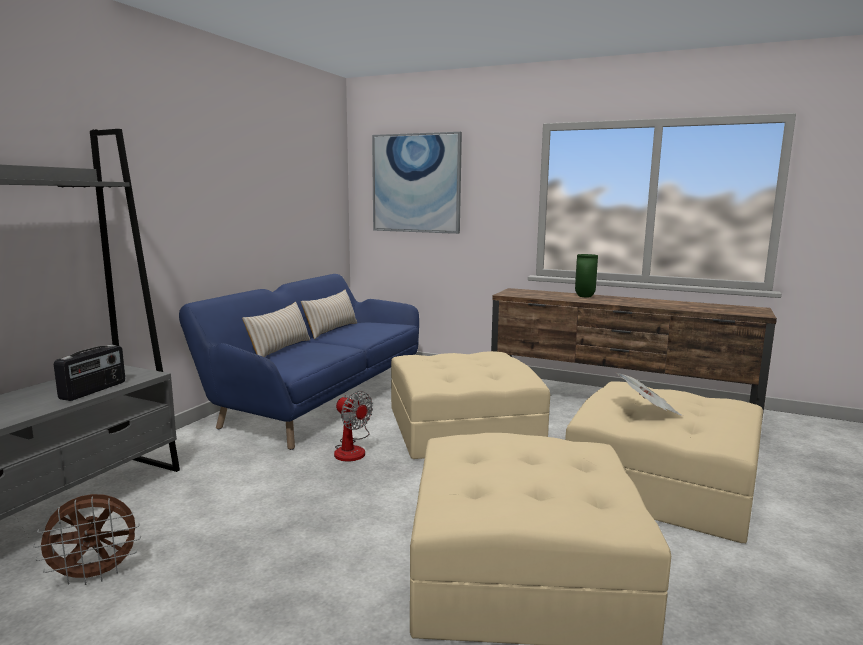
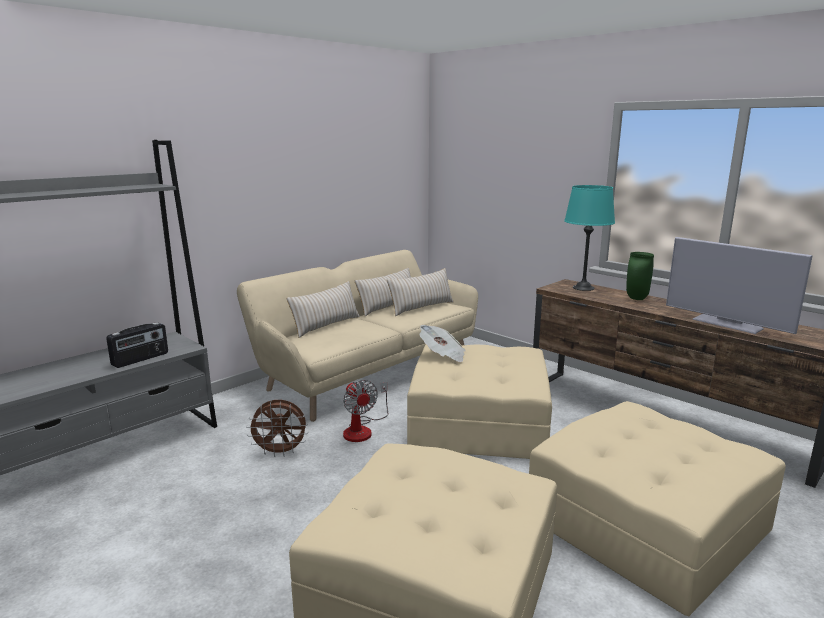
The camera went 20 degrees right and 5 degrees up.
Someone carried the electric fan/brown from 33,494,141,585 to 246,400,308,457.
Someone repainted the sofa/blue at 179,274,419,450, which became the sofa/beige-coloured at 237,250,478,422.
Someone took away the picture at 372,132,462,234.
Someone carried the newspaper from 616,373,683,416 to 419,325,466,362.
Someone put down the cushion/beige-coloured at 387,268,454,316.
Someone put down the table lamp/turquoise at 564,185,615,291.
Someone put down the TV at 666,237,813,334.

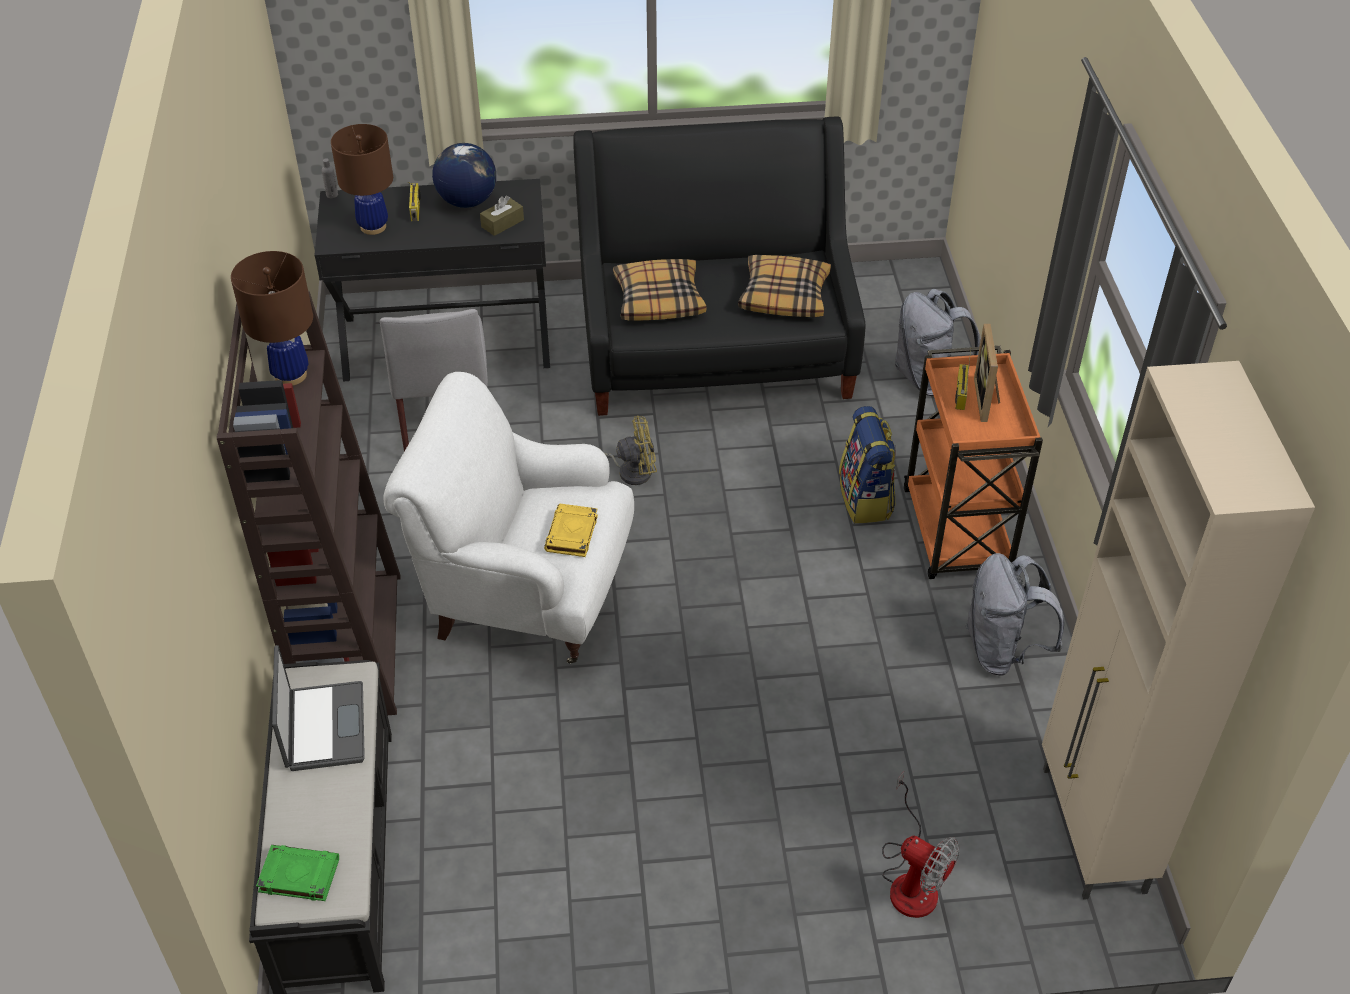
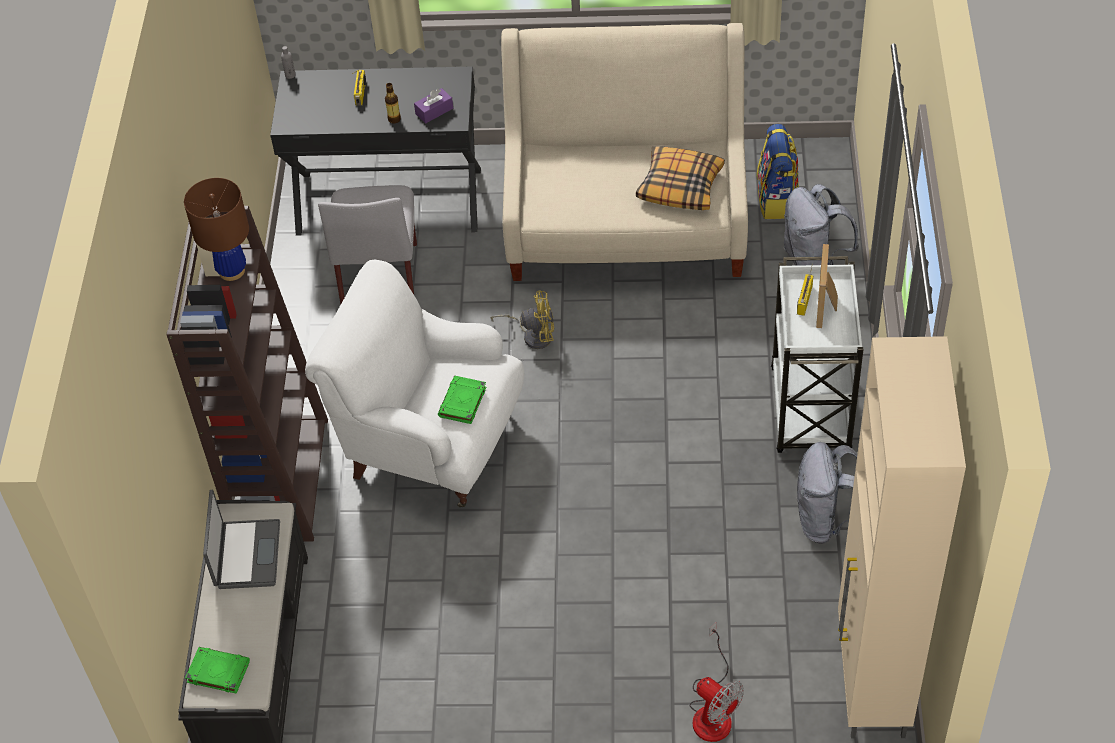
The camera went 10 degrees right and 5 degrees up.
Someone took away the table lamp/brown at 331,124,393,235.
Someone took away the globe at 432,143,496,208.
Someone repainted the tissue holder/brown at 480,196,524,236, which became the tissue holder/purple-coloured at 414,88,453,123.
Someone repainted the volume/yellow-coloured at 544,503,598,557, which became the volume/green at 438,376,487,424.
Someone repainted the sofa/black-coloured at 573,117,865,416, which became the sofa/beige-coloured at 501,23,748,281.
Someone took away the cushion at 613,259,706,321.
Someone carried the rucksack from 839,406,896,524 to 757,124,799,219.
Someone repainted the trolley/orange-coloured at 903,346,1043,579, which became the trolley/whitish at 771,256,863,453.
Someone put down the beverage bottle at 385,83,401,123.

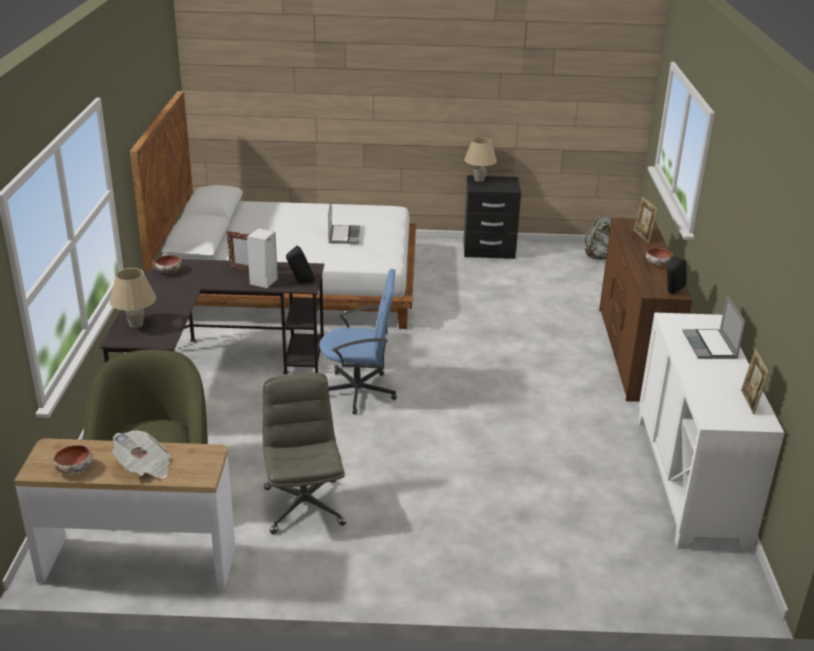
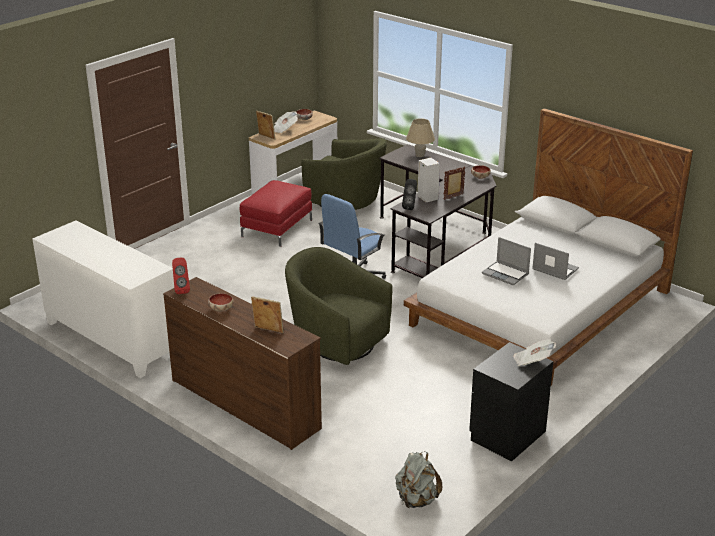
The camera went 130 degrees right and 0 degrees up.
Someone swapped the computer chair/gray at 263,373,346,534 for the footrest/red at 240,180,312,247.
Someone swapped the table lamp/beige-coloured at 464,137,497,182 for the newspaper at 513,339,556,366.
Someone repainted the speaker/black-coloured at 667,256,687,294, which became the speaker/red at 172,258,190,294.
Someone carried the portable computer from 682,296,746,359 to 532,243,579,280.
Someone carried the picture frame from 741,350,769,414 to 256,111,275,139.
Someone put down the easy chair/green at 285,247,393,365.

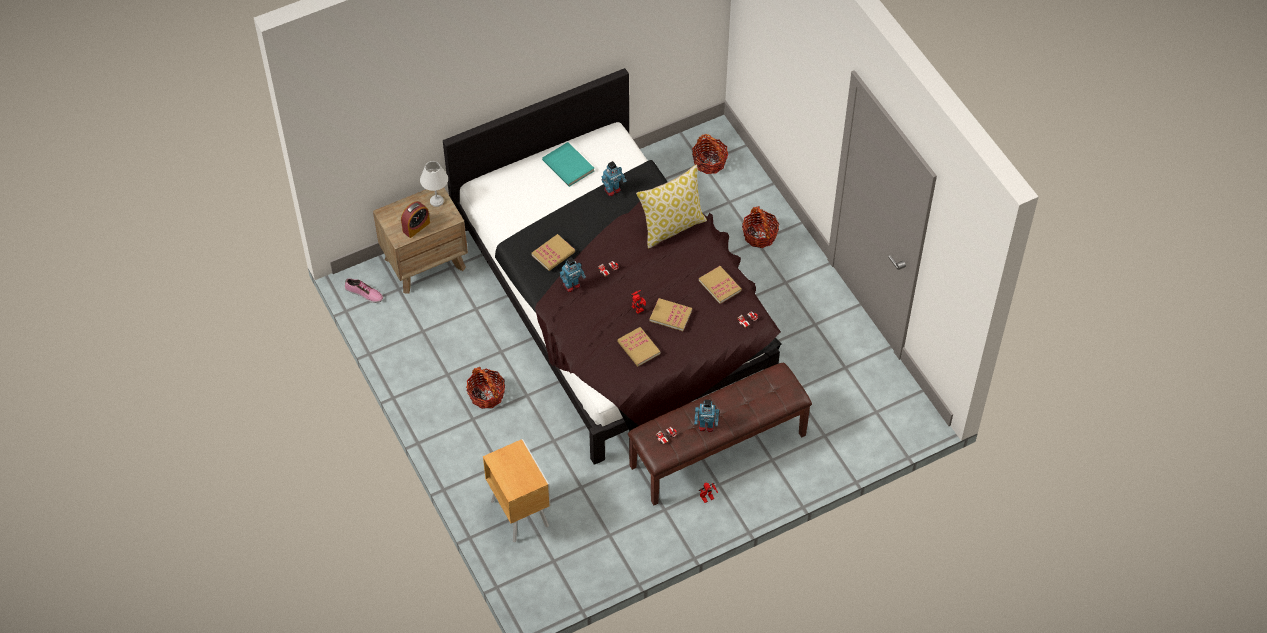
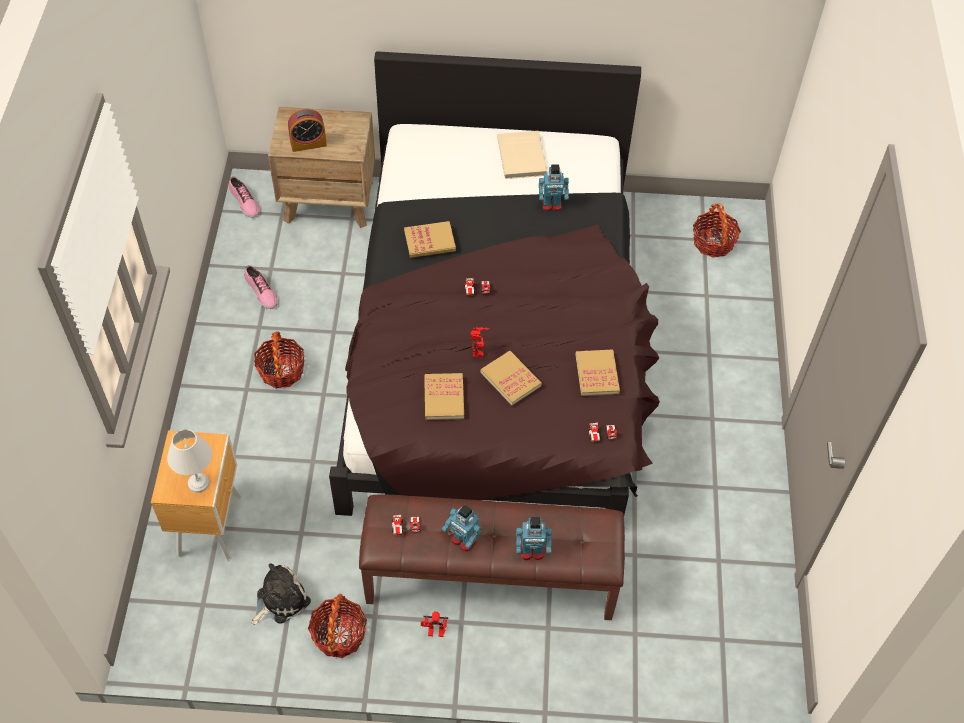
The camera went 30 degrees right and 0 degrees up.
Someone carried the table lamp/whitish from 420,161,448,207 to 167,429,212,493.
Someone repainted the volume/turquoise at 542,142,594,187, which became the volume/beige-coloured at 497,131,547,179.
Someone carried the toy robot from 560,257,586,292 to 516,517,552,560.
Someone took away the cushion at 636,164,707,249.
Someone carried the basket from 742,206,780,248 to 308,594,367,658.
Someone put down the shoe at 244,265,278,309.
Someone put down the soft toy at 252,563,311,625.

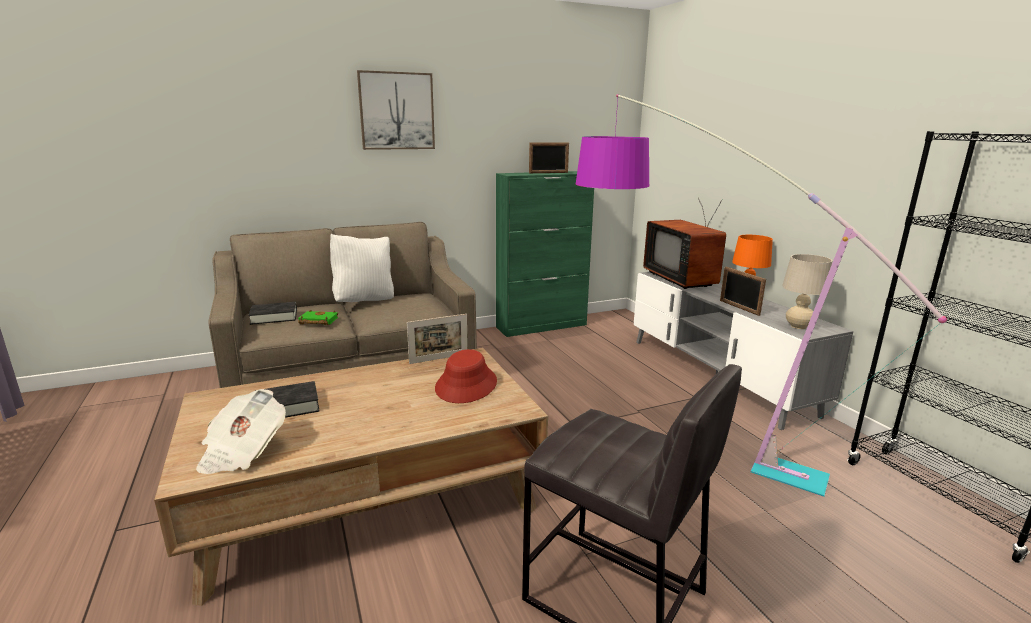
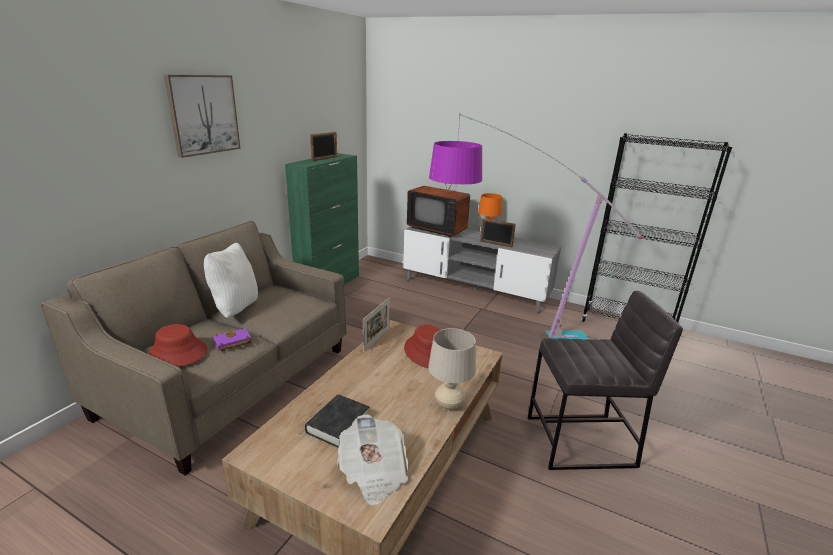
The camera went 40 degrees left and 5 degrees up.
Someone swapped the volume/black-coloured at 248,302,297,325 for the clothing hat/red at 148,324,207,367.
Someone repainted the volume/green at 298,310,338,325, which became the volume/purple-coloured at 213,328,252,351.
Someone carried the table lamp/beige-coloured from 782,254,832,329 to 428,328,476,410.

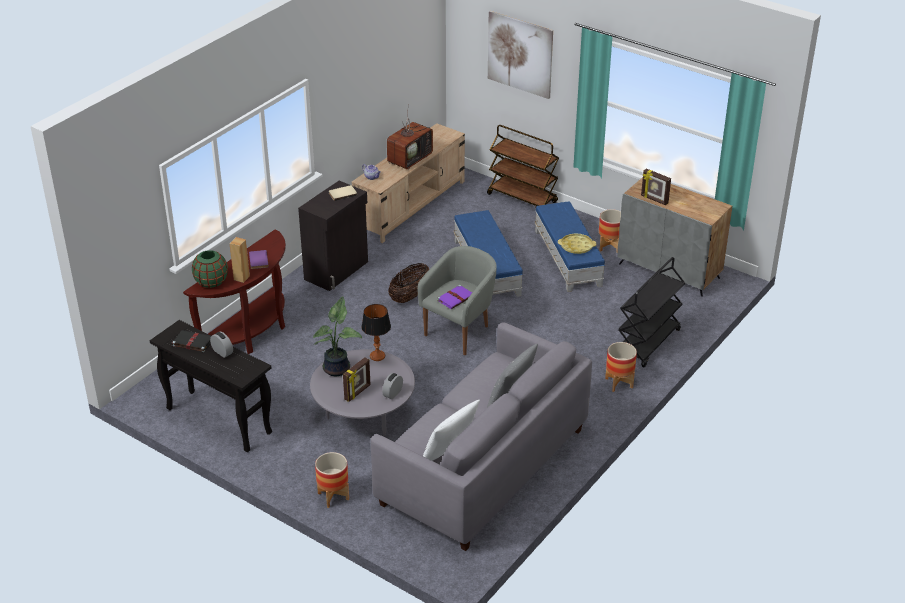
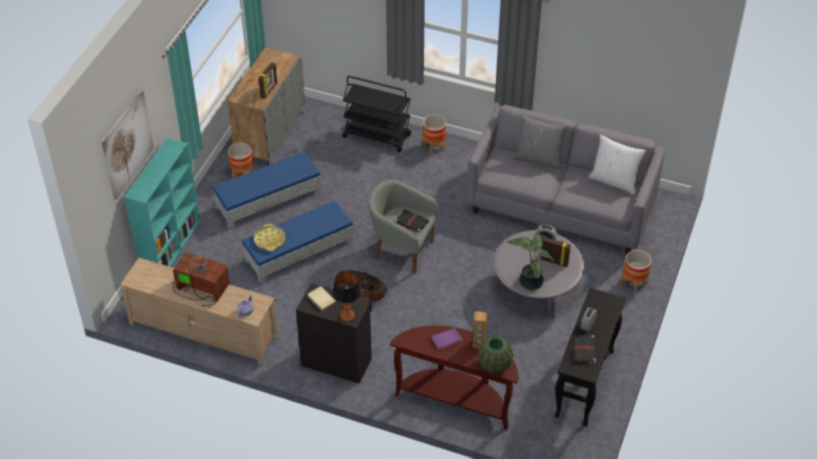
The camera went 105 degrees left and 10 degrees up.
Someone carried the table lamp from 362,304,391,361 to 332,272,360,321.
Someone repainted the volume/purple-coloured at 437,285,472,309, which became the volume/black-coloured at 395,209,429,233.
Someone swapped the trolley/brown at 487,125,559,206 for the shelving unit/turquoise at 124,138,200,267.
Someone carried the carrying tray/yellow-coloured from 558,233,596,254 to 254,224,285,251.

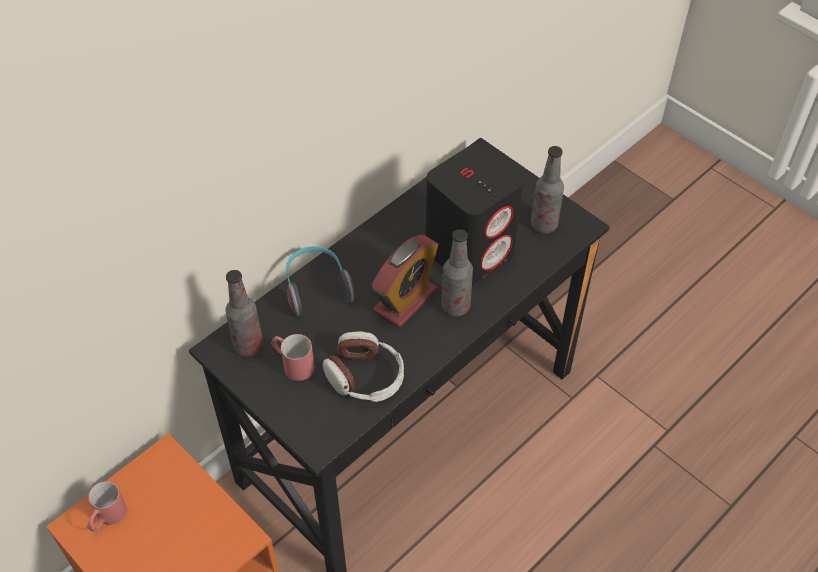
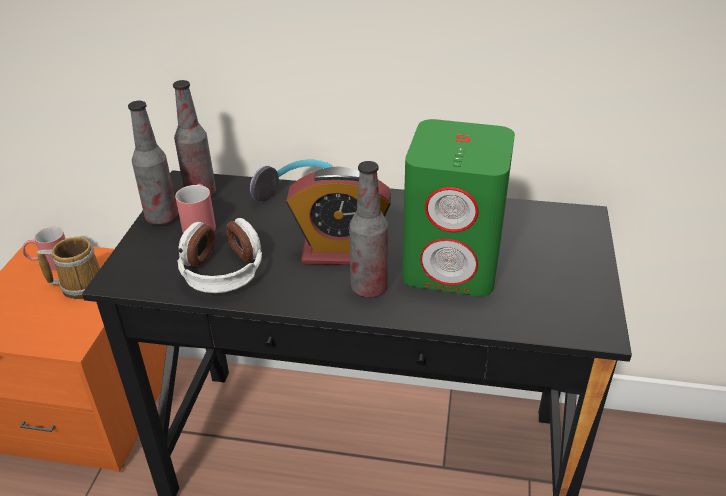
The camera went 55 degrees right and 15 degrees down.
Someone repainted the speaker/black-coloured at 426,144,523,285, which became the speaker/green at 402,119,515,296.
Someone carried the beverage bottle from 531,146,564,234 to 128,101,178,225.
Someone put down the coffee mug at 37,237,100,299.

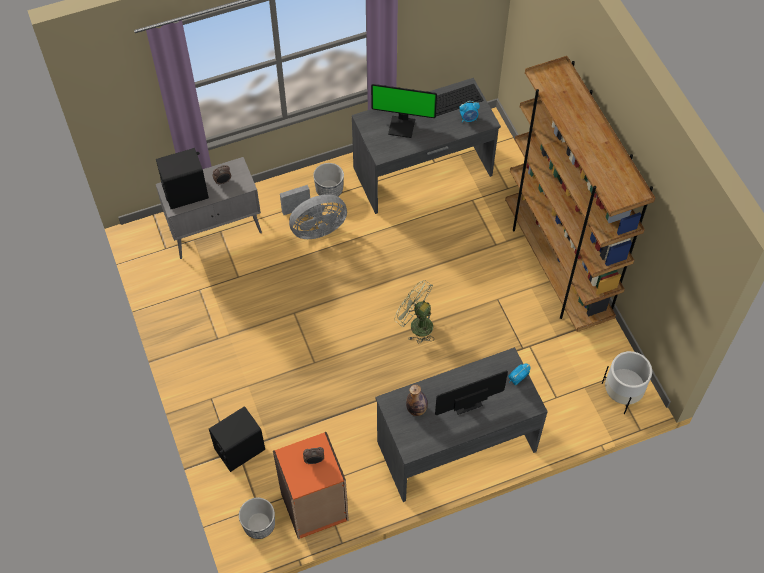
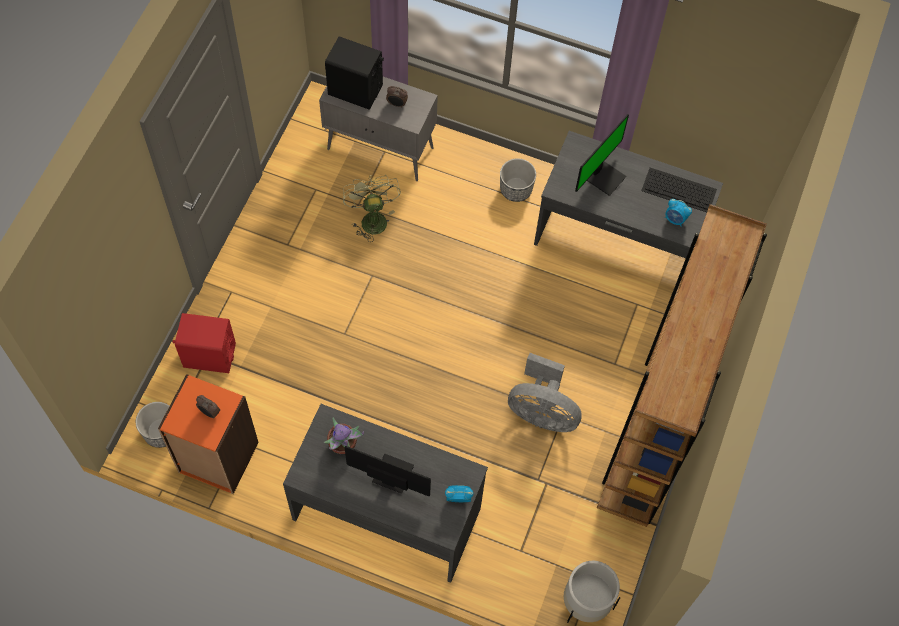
The camera went 40 degrees right and 5 degrees up.
Someone repainted the speaker/black-coloured at 209,406,265,472, which became the speaker/red at 173,313,236,373.
Someone carried the electric fan/gray from 280,185,347,239 to 508,353,582,432.
Someone rotated the computer screen at 371,84,437,138 by 105 degrees counterclockwise.
Someone carried the electric fan/green from 394,280,433,344 to 343,175,401,242.
Someone swapped the beverage bottle at 406,384,428,416 for the plant in a pot at 324,418,364,454.

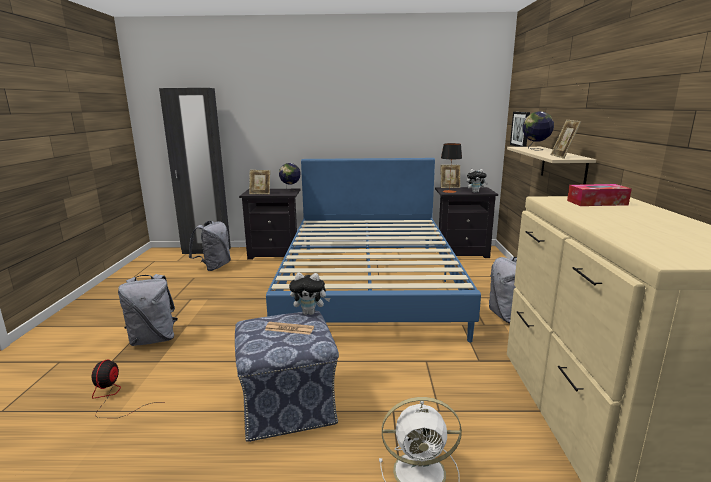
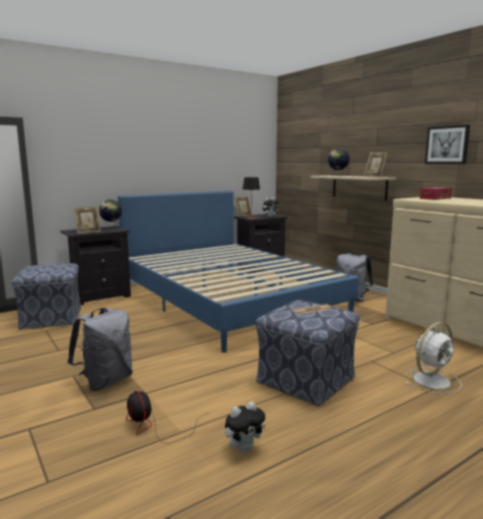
The camera went 35 degrees left and 5 degrees down.
Someone swapped the rucksack/gray at 189,221,231,271 for the footrest at 12,263,81,330.
Someone carried the soft toy from 289,273,330,315 to 225,401,266,453.
Someone carried the picture from 510,112,530,147 to 425,125,470,164.

